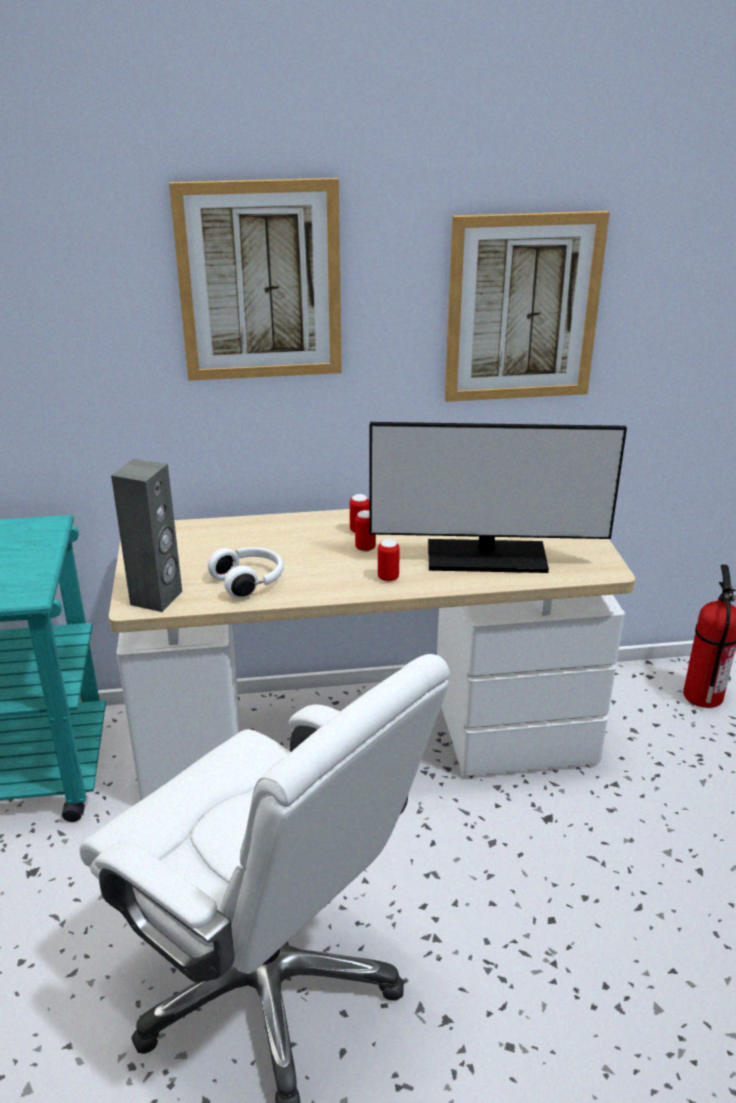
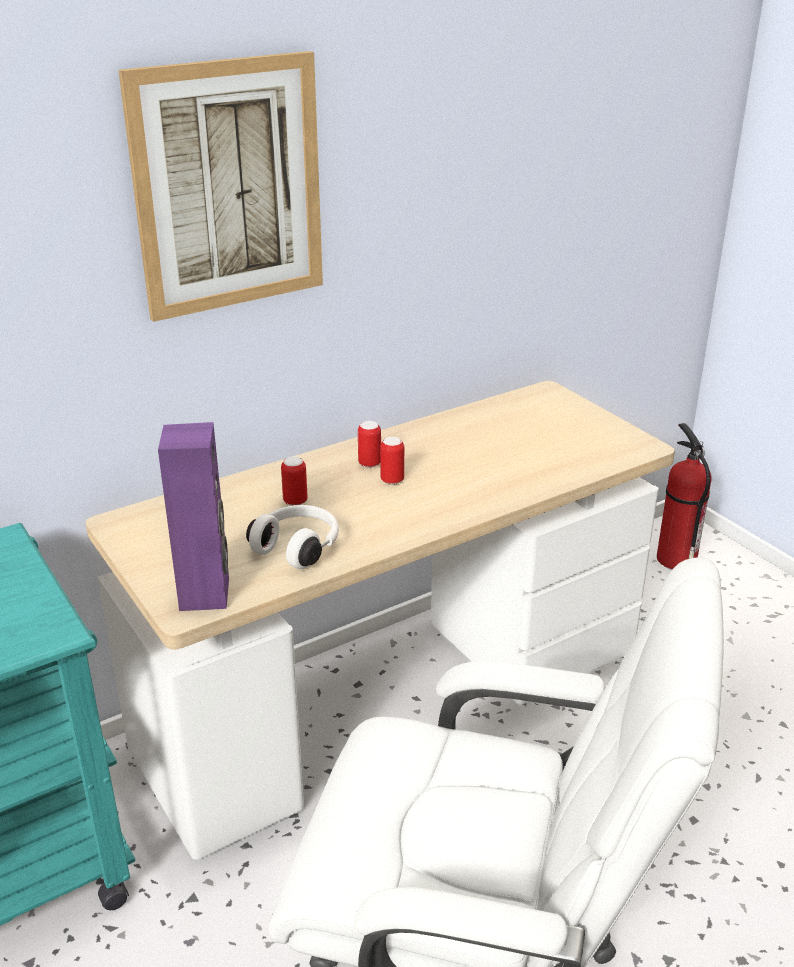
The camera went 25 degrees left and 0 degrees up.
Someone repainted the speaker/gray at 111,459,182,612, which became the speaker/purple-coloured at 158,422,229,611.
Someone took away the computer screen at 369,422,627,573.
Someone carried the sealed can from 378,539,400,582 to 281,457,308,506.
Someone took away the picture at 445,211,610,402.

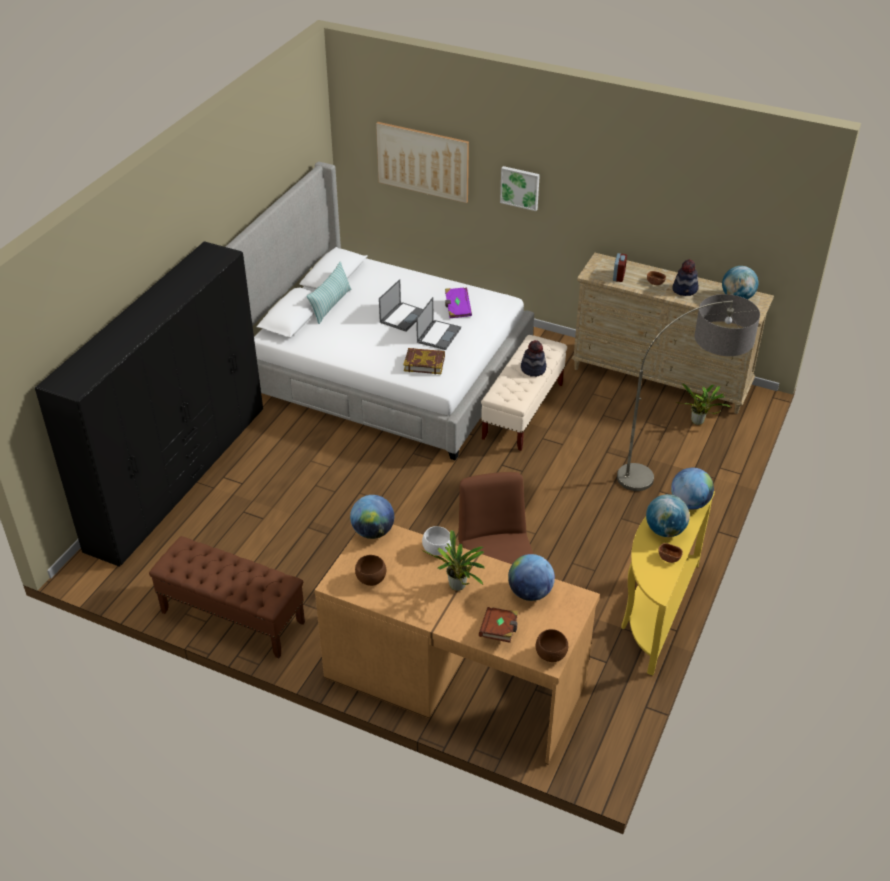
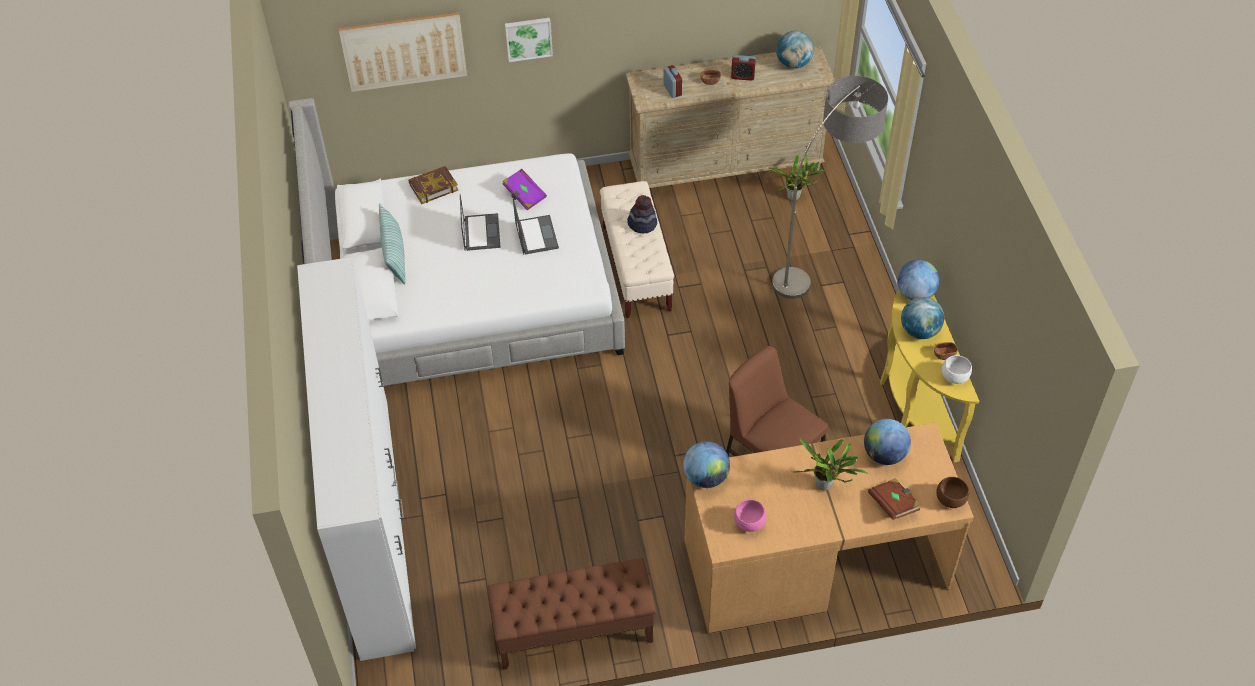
The camera went 35 degrees left and 10 degrees up.
Someone repainted the clothes cupboard/black-coloured at 35,241,263,567, which became the clothes cupboard/whitish at 297,257,416,661.
Someone repainted the deep dish/brown at 355,555,386,586, which became the deep dish/pink at 734,499,767,532.
Someone carried the volume from 403,348,445,374 to 409,166,458,204.
Someone carried the deep dish/whitish from 422,526,451,555 to 942,355,972,384.
Someone swapped the clothing hat at 672,259,699,296 for the table clock at 731,55,756,81.

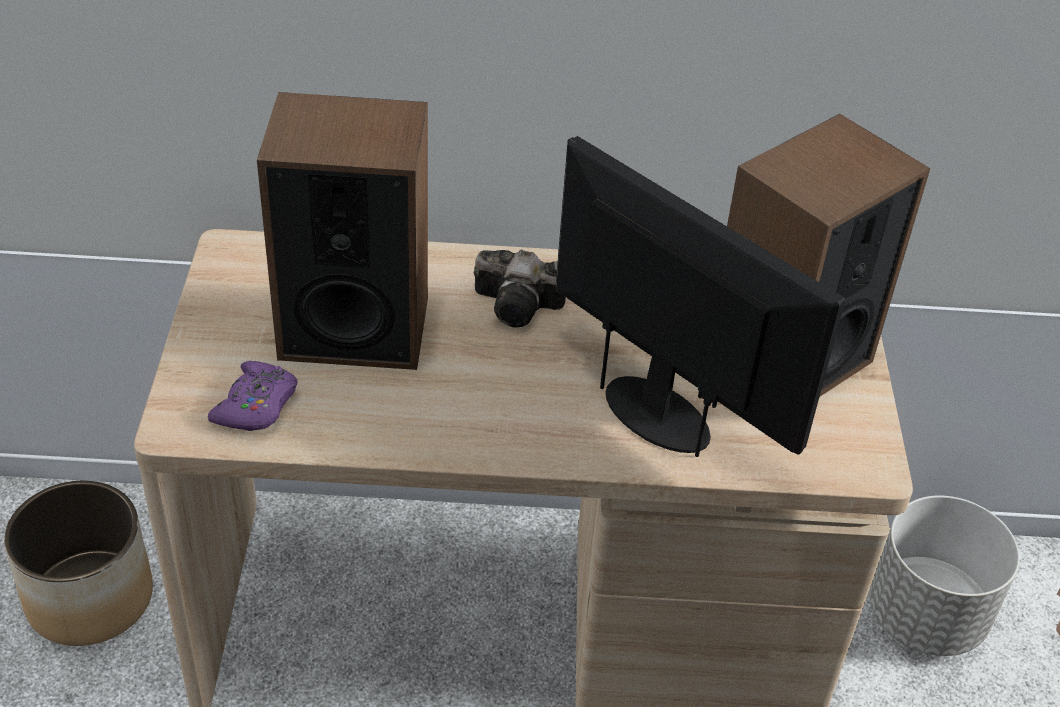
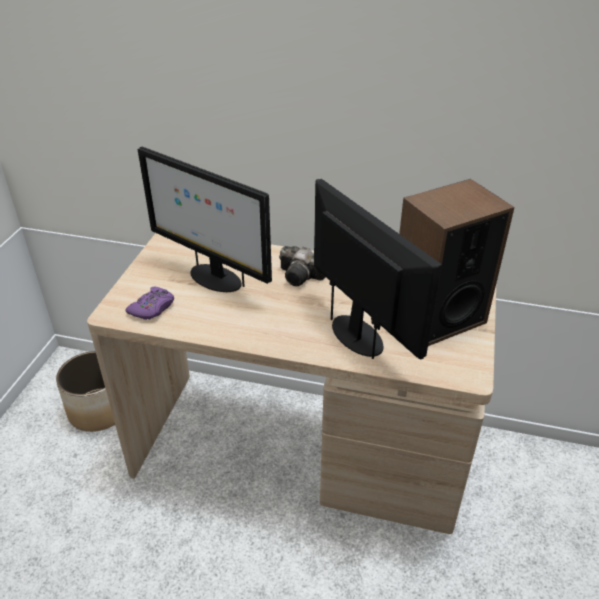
The camera went 15 degrees right and 5 degrees down.
Someone swapped the speaker at 257,92,428,370 for the computer screen at 138,147,272,292.
Someone took away the planter/gray at 870,495,1020,656.

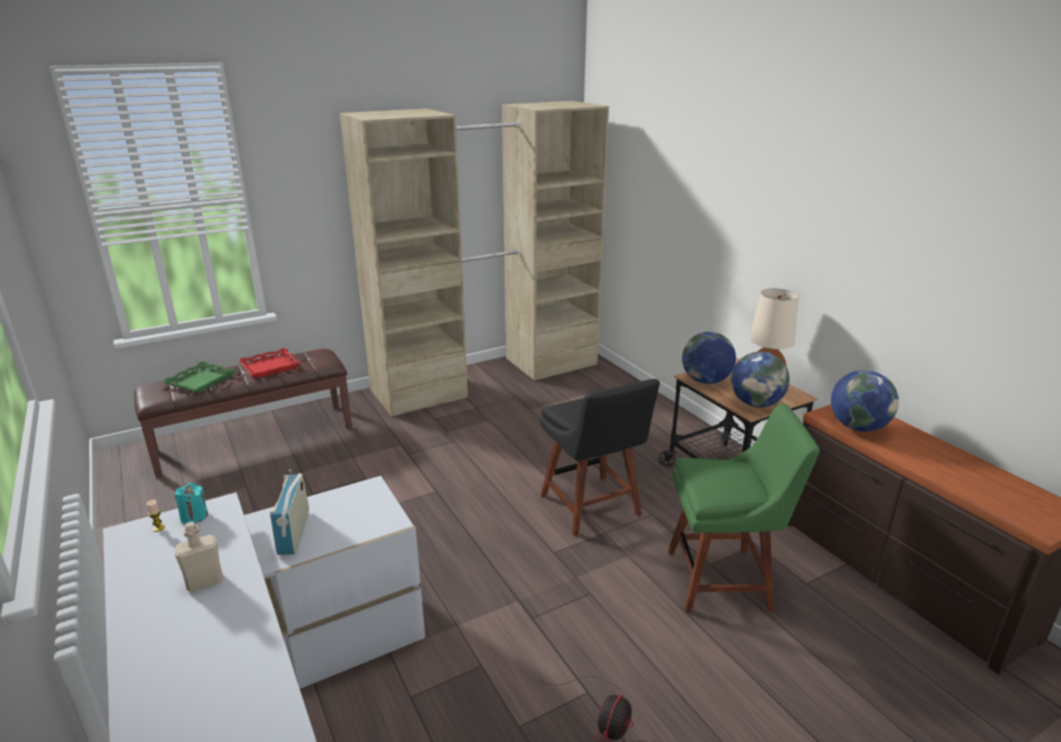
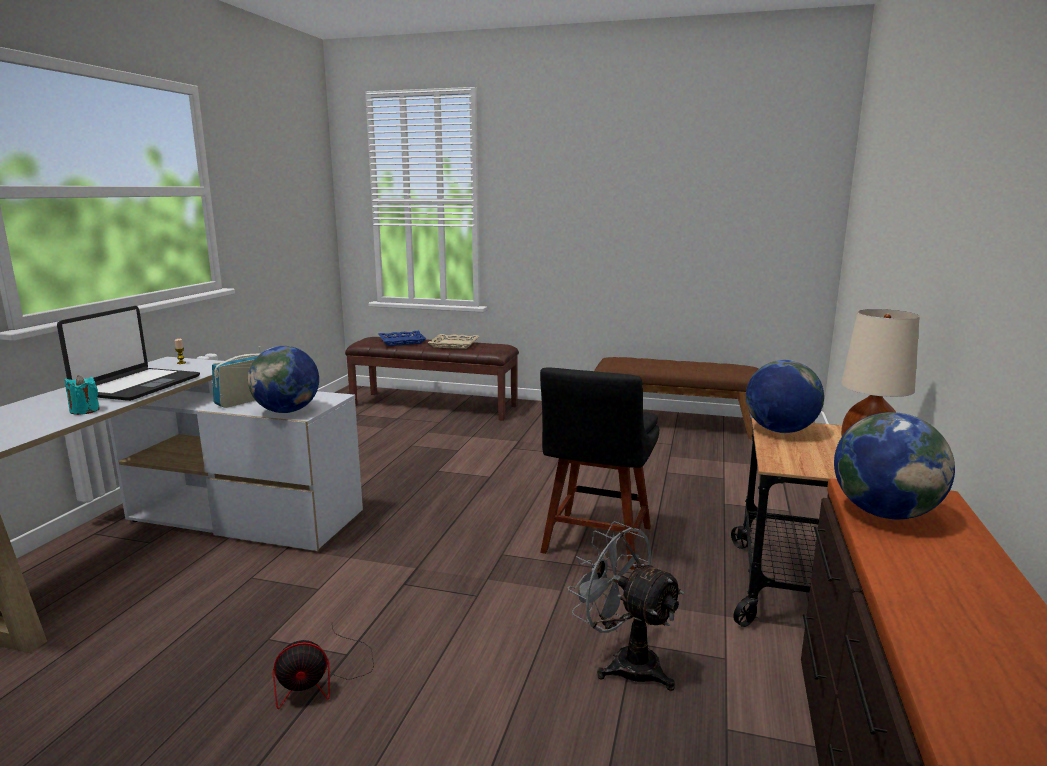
The camera went 45 degrees right and 10 degrees down.
Someone repainted the carrying tray/green at 162,361,236,393, which became the carrying tray/blue at 378,331,427,346.
Someone carried the wax candle/turquoise from 174,483,208,524 to 65,375,100,415.
Someone swapped the beverage bottle/beige-coloured at 174,522,223,592 for the portable computer at 57,306,200,401.
Someone repainted the carrying tray/red at 238,348,301,378, which became the carrying tray/beige-coloured at 428,334,479,349.
Someone swapped the clothes cupboard/beige-coloured at 340,101,609,417 for the long seat/brown at 594,357,758,439.
Someone swapped the upright chair/green at 668,404,819,613 for the electric fan/gray at 568,521,684,691.
Someone carried the globe from 731,352,790,407 to 248,346,319,413.

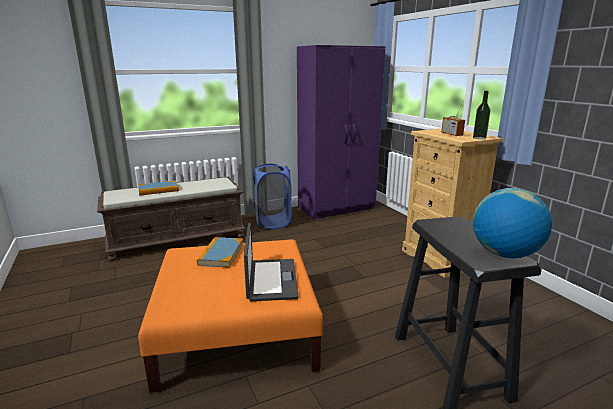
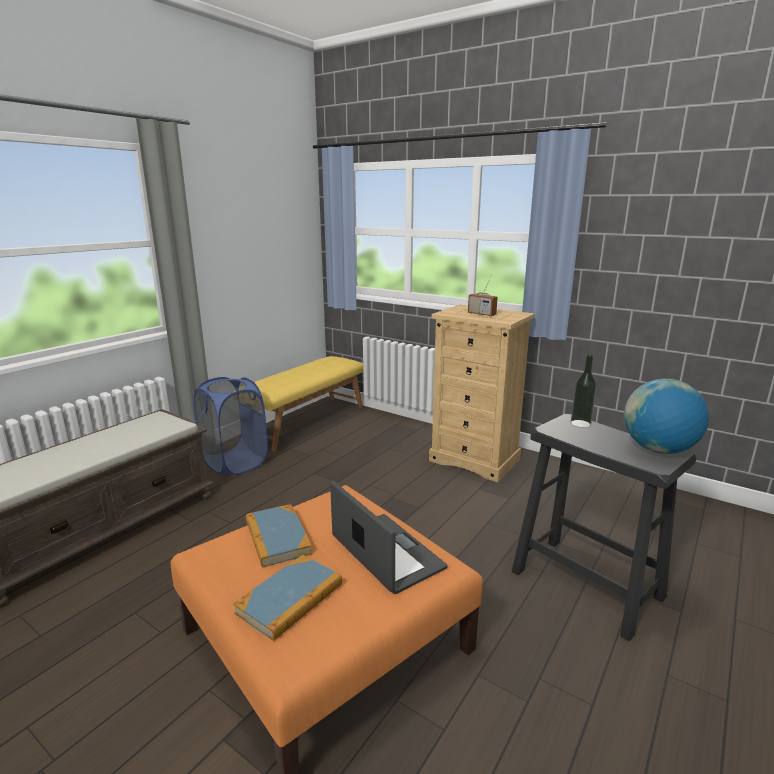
The camera went 30 degrees left and 0 degrees up.
Someone carried the volume from 138,181,179,196 to 233,555,342,641.
Someone swapped the clothes cupboard/purple-coloured at 297,45,386,219 for the long seat/yellow-coloured at 255,356,363,452.
Someone carried the beverage bottle from 473,91,490,139 to 571,355,597,428.

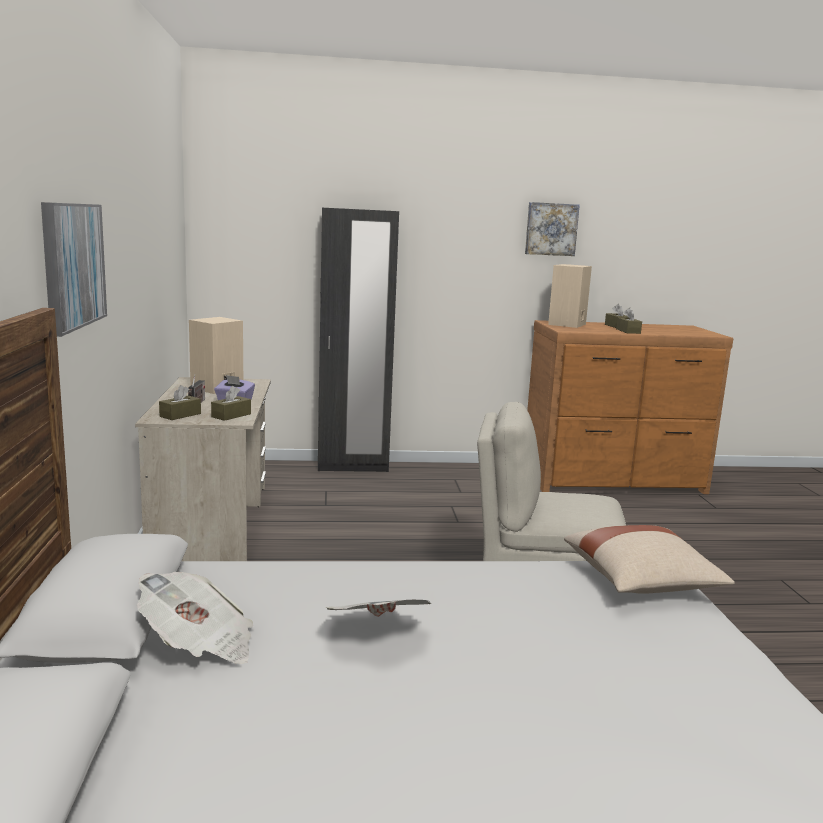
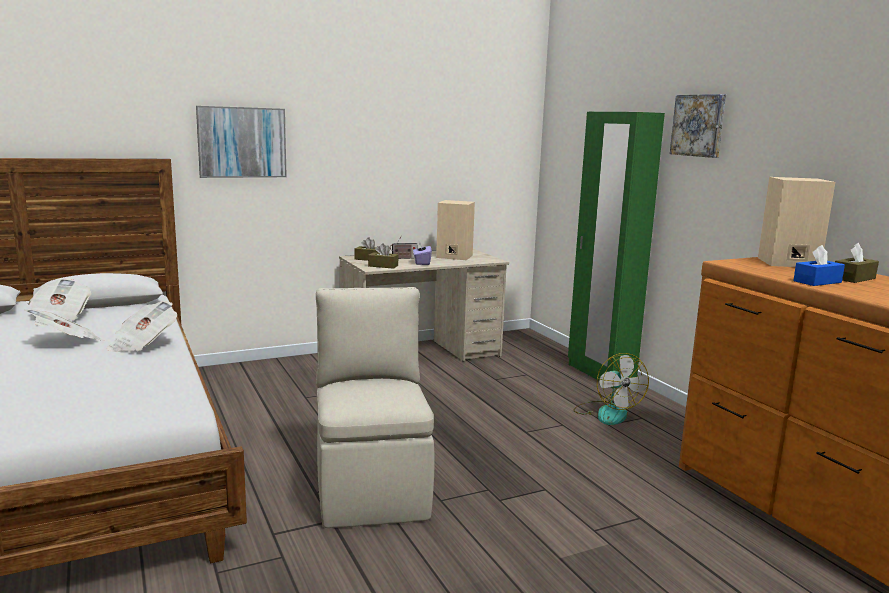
The camera went 70 degrees right and 0 degrees up.
Someone repainted the clothes cupboard/black-coloured at 318,208,399,472, which became the clothes cupboard/green at 568,112,665,389.
Someone carried the picture from 525,202,580,256 to 670,94,726,158.
Someone took away the cushion/beige-coloured at 564,525,735,594.
Someone repainted the tissue holder/brown at 616,308,642,334, which became the tissue holder/blue at 793,245,845,286.
Someone put down the newspaper at 106,301,177,352.
Someone put down the electric fan at 573,353,649,425.

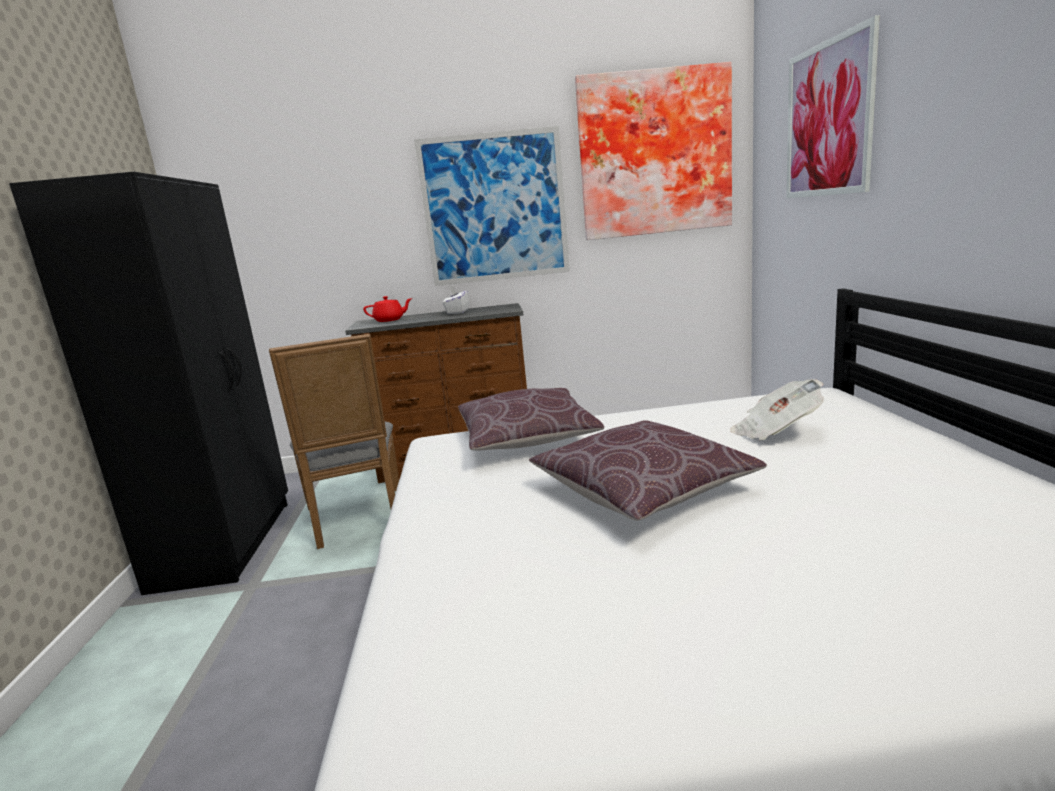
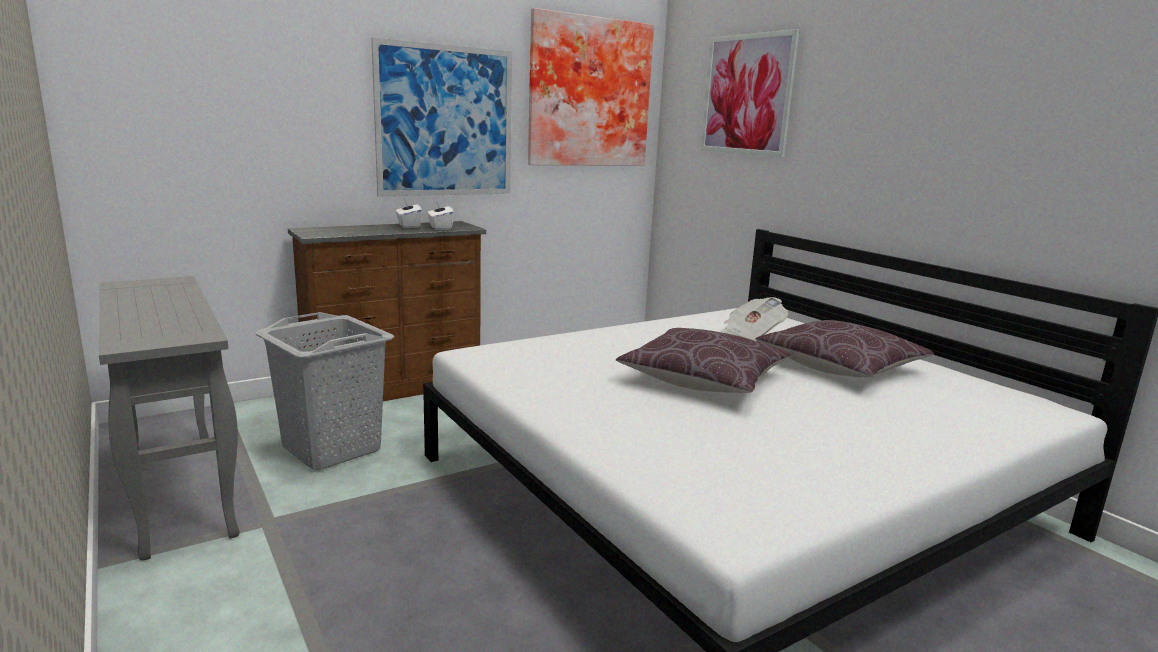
The camera went 30 degrees left and 0 degrees up.
Someone swapped the clothes cupboard/black-coloured at 9,172,288,595 for the console table/gray at 99,276,240,561.
Someone swapped the upright chair/gray at 269,334,399,549 for the laundry basket/gray at 255,312,394,470.
Someone took away the pot for tea/red at 363,296,412,322.
Someone carried the cushion/brown from 458,388,604,451 to 755,320,934,377.
Someone put down the tissue holder/whitish at 427,203,454,230.

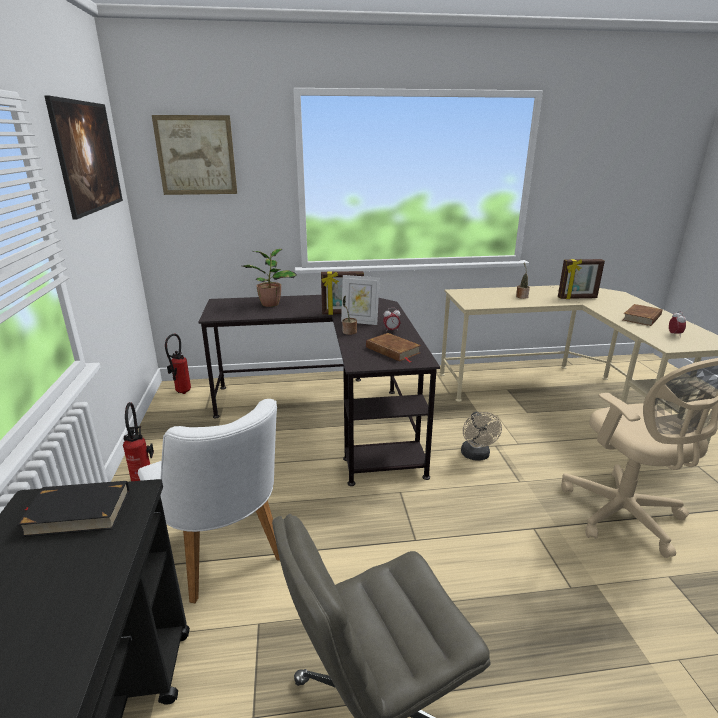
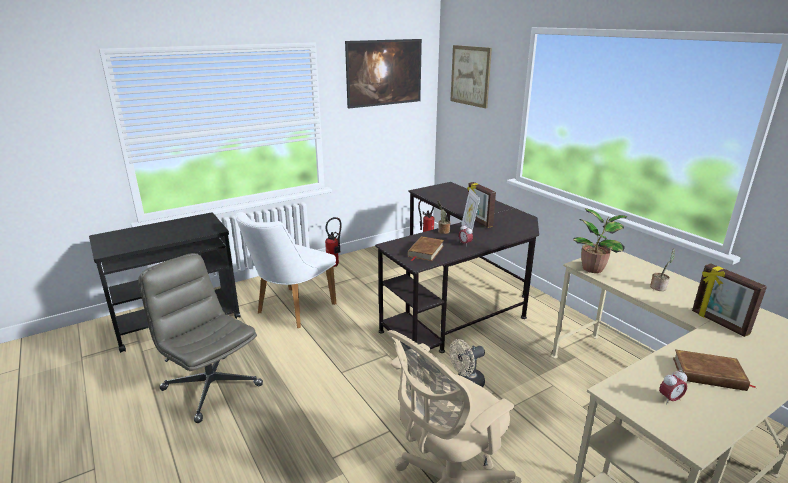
The camera went 65 degrees right and 0 degrees up.
Someone took away the volume/black-coloured at 17,481,129,537.
Someone carried the plant in a pot from 243,249,297,307 to 573,208,627,273.

